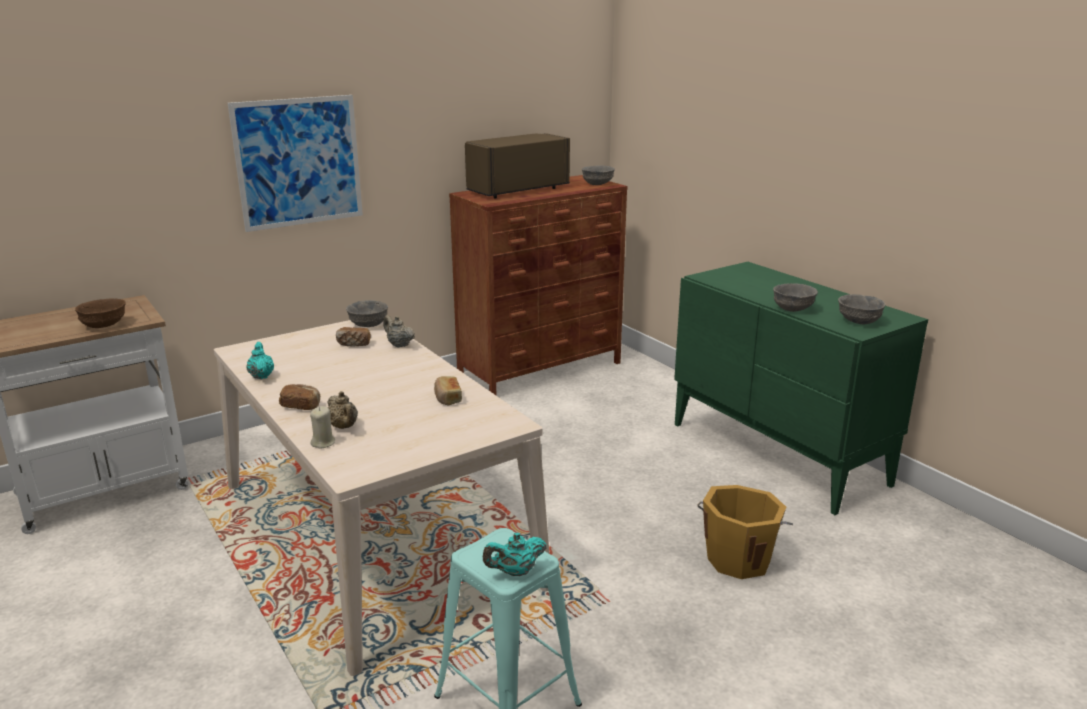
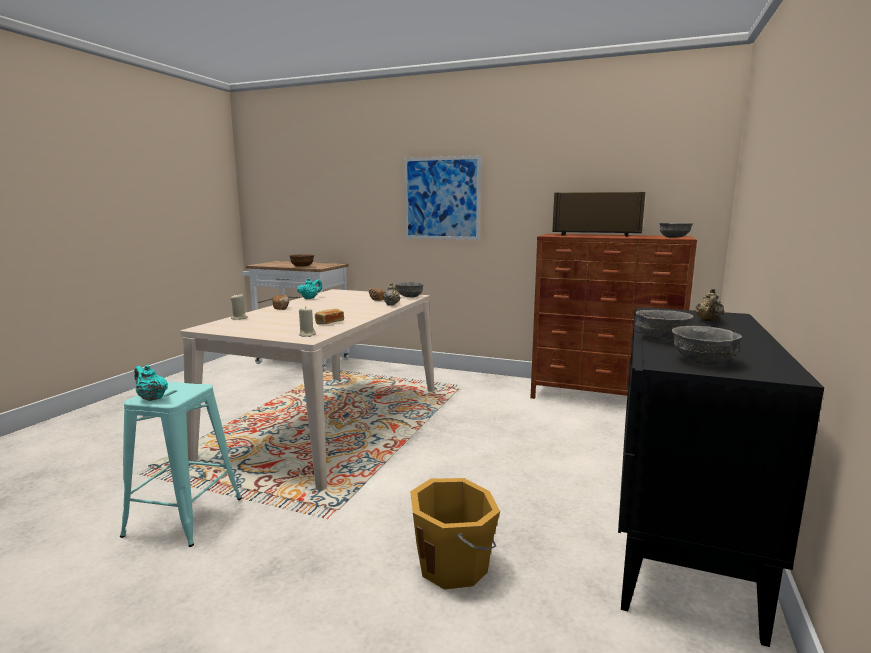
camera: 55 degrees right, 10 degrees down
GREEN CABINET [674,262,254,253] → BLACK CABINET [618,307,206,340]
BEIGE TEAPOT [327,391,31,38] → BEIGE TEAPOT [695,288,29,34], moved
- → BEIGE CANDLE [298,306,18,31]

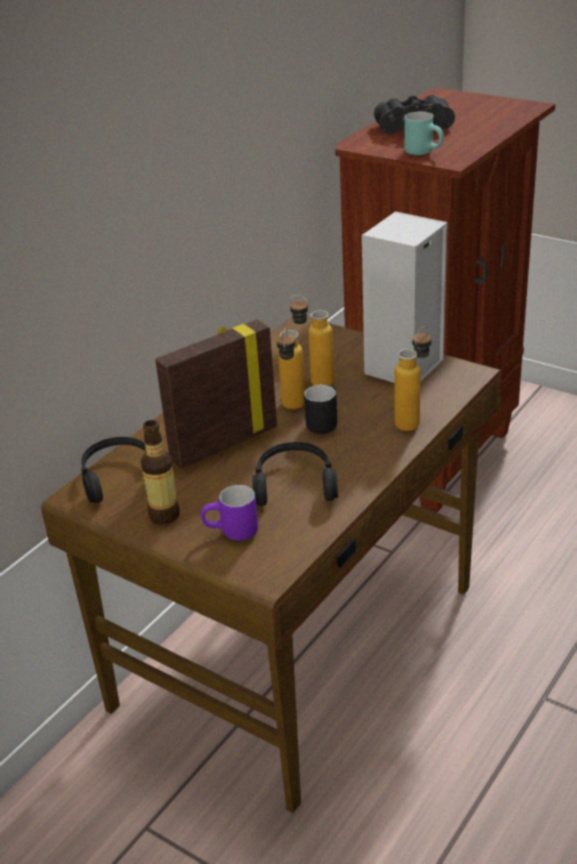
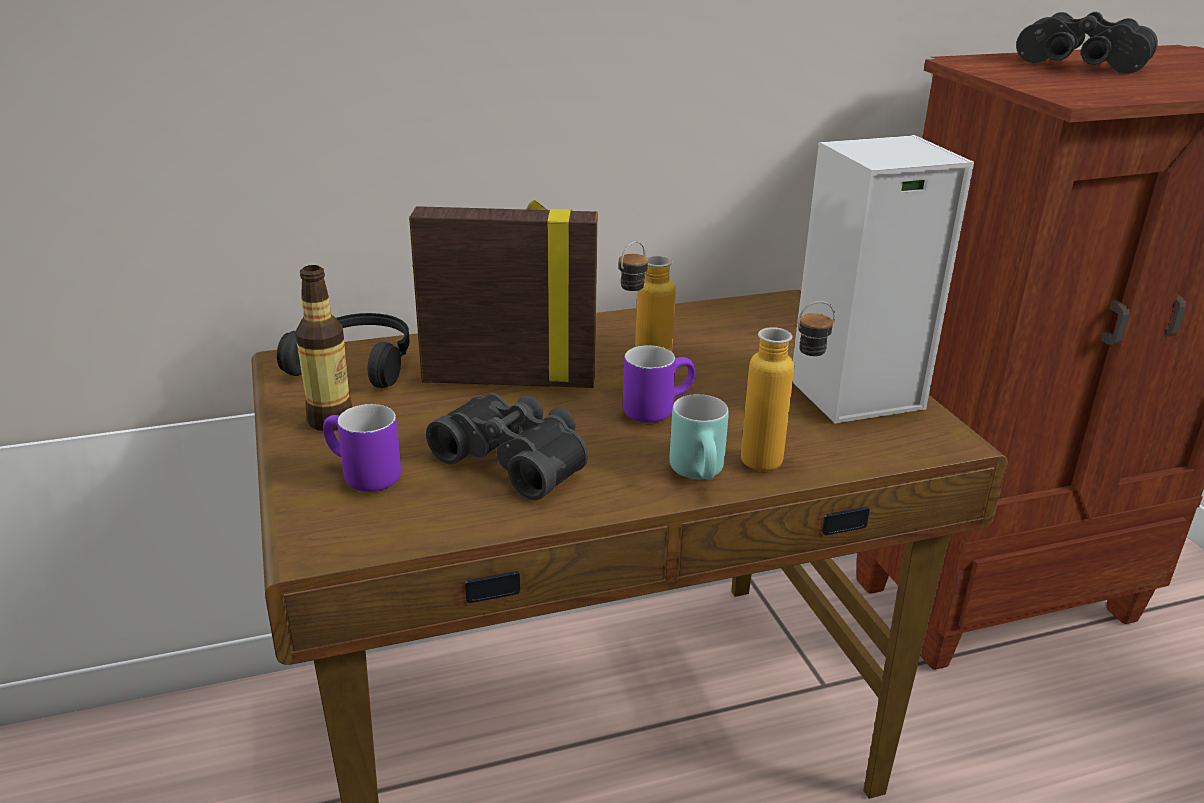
camera: 35 degrees right, 5 degrees down
TURQUOISE MUG [404,112,40,43] → TURQUOISE MUG [670,394,59,85], moved
BOTTLE [290,295,44,91] → -
BLACK MUG [304,385,33,49] → PURPLE MUG [623,345,72,78]
BLACK HEADPHONES [252,442,86,64] → BLACK BINOCULARS [426,393,162,107]

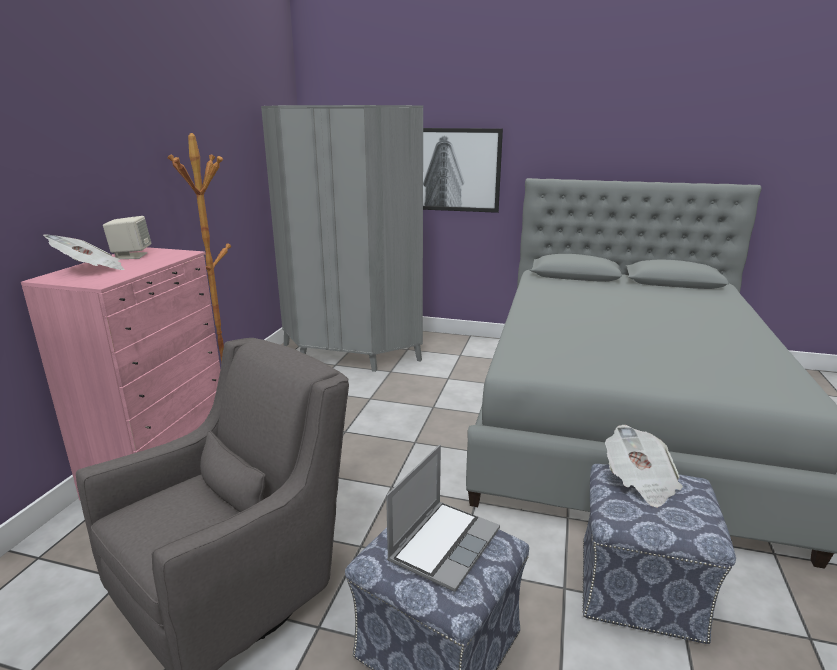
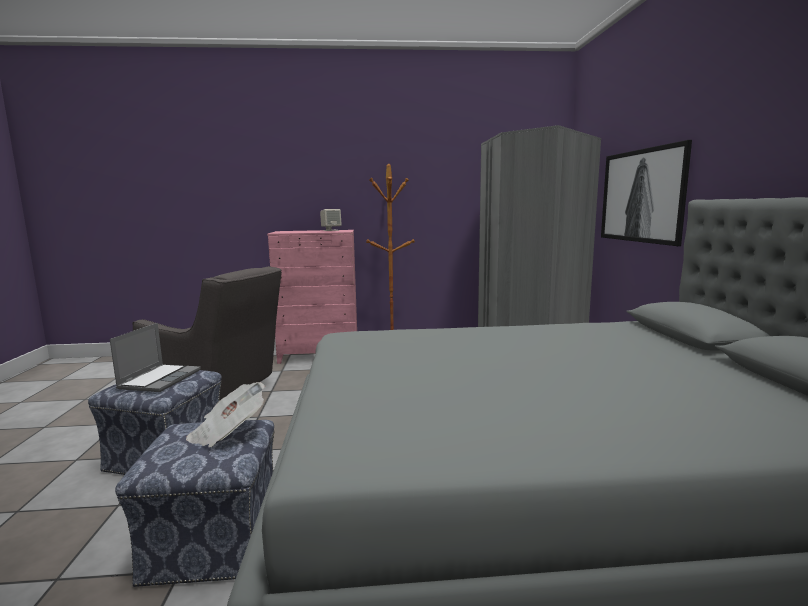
camera: 70 degrees right, 10 degrees down
NEWSPAPER [43,234,82,36] → -
LAPTOP [386,445,114,147] → LAPTOP [110,323,91,69], 90 degrees counterclockwise

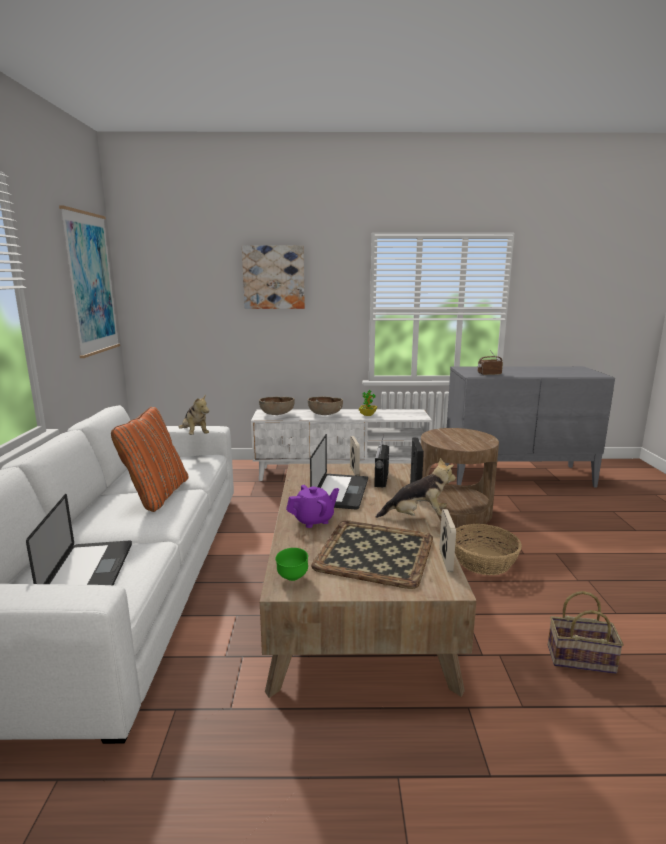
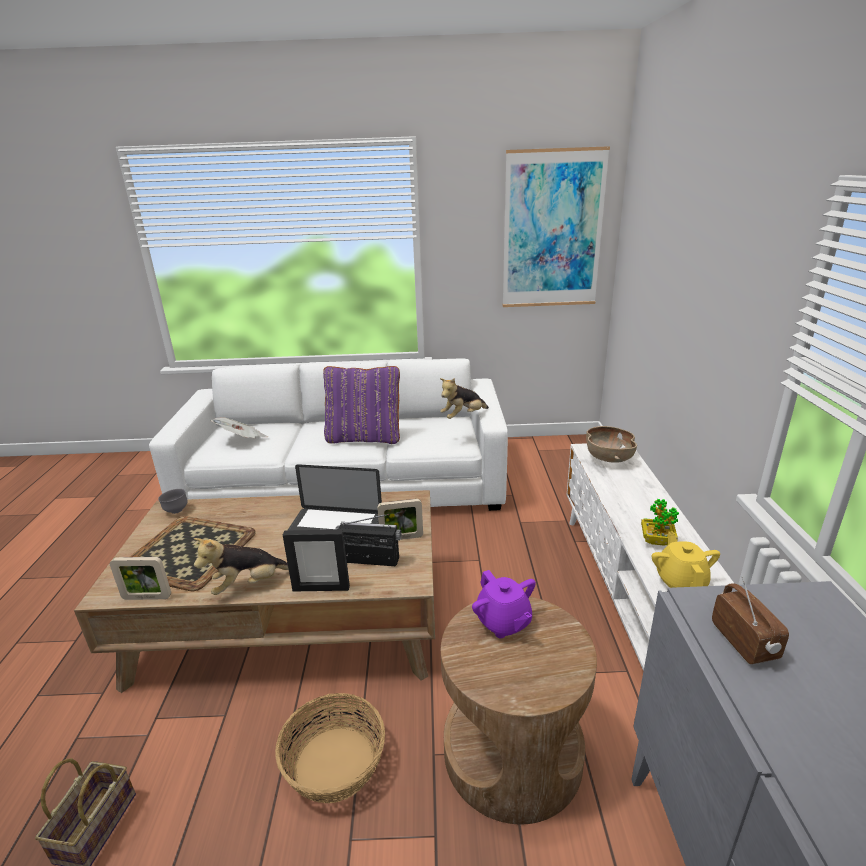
camera: 90 degrees right, 10 degrees up
PICTURE [242,245,63,64] → -
BROWN BOWL [308,397,35,18] → -
ORANGE PILLOW [111,407,78,105] → PURPLE PILLOW [323,366,77,78]
PLUSH TOY [376,458,80,60] → PLUSH TOY [194,538,95,57], 60 degrees clockwise
PURPLE TEAPOT [286,485,53,43] → PURPLE TEAPOT [472,570,64,68], moved
LAPTOP [26,494,106,91] → NEWSPAPER [210,417,59,21]
GREEN BOWL [276,548,32,33] → GREY BOWL [158,489,30,25]
- → YELLOW TEAPOT [652,531,68,57]

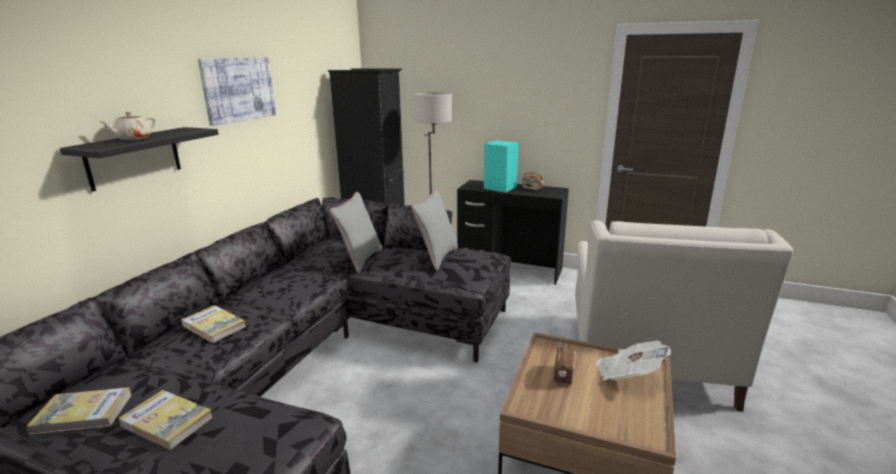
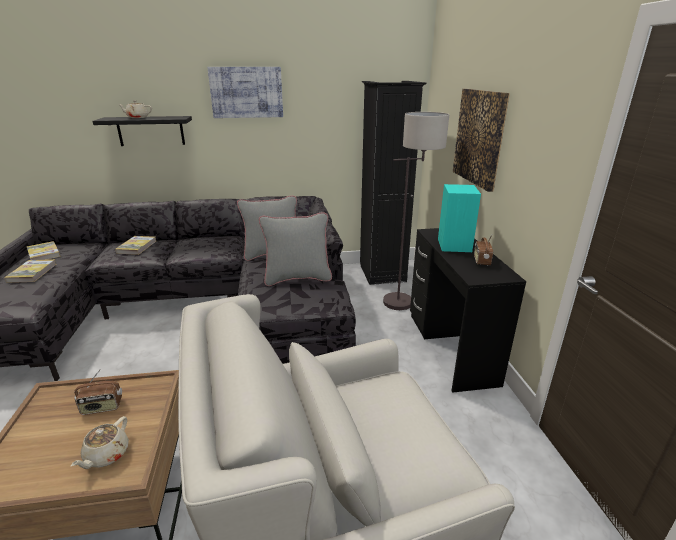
camera: 60 degrees right, 5 degrees up
NEWSPAPER [596,341,75,39] → BEIGE TEAPOT [71,416,58,53]
- → PICTURE [453,89,57,103]

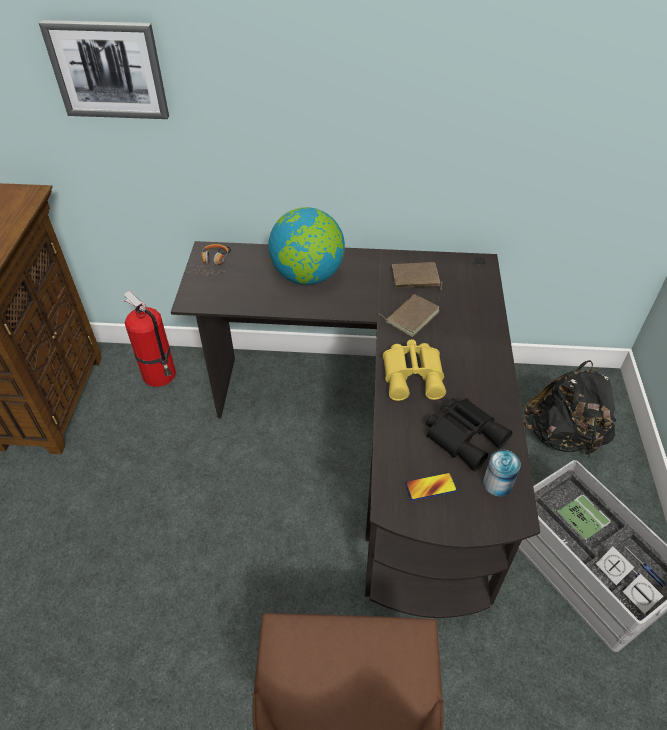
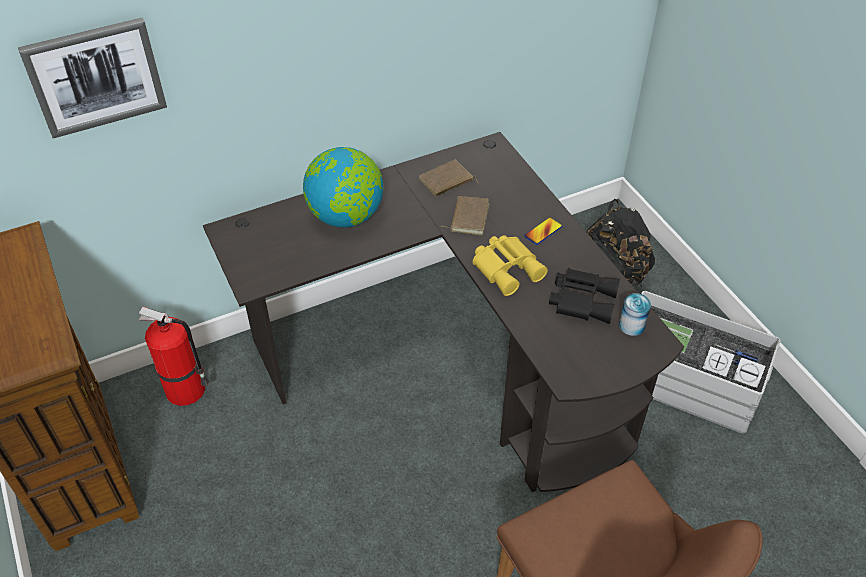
camera: 30 degrees left, 0 degrees up
HEADPHONES [185,244,44,31] → -
PHONE [405,473,52,28] → PHONE [524,217,39,28], moved

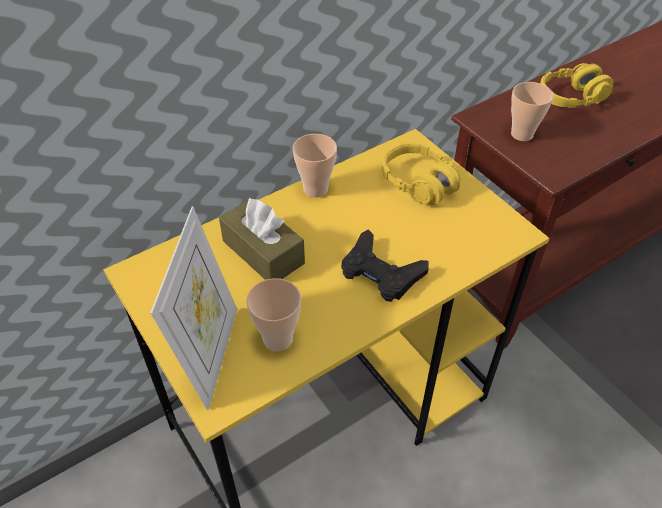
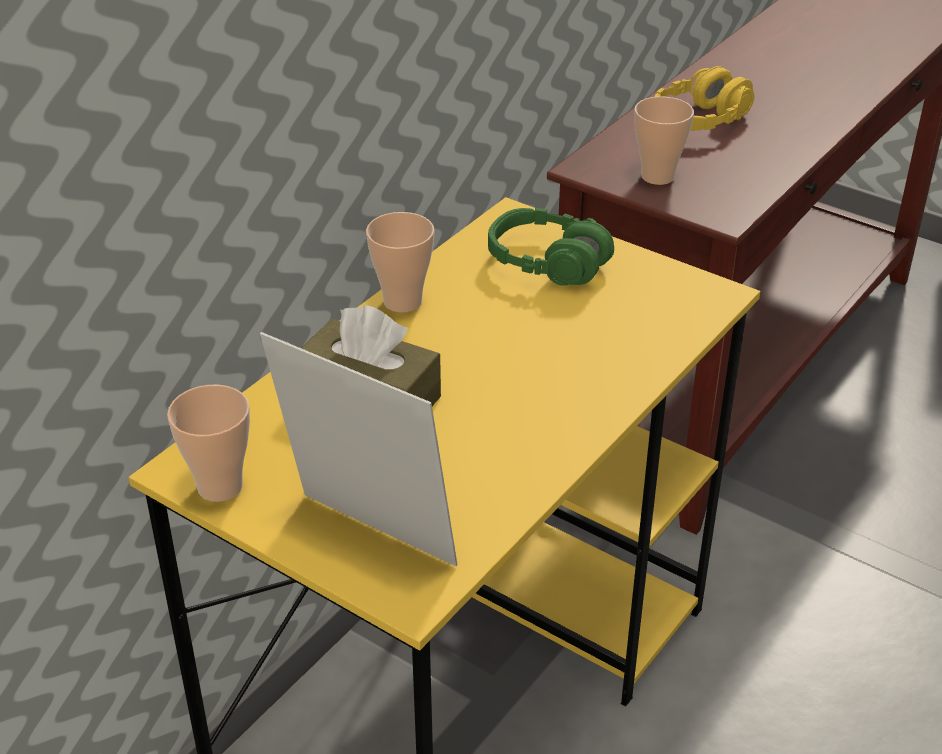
camera: 20 degrees left, 10 degrees down
YELLOW HEADPHONES [382,142,78,63] → GREEN HEADPHONES [488,208,126,77]
PICTURE FRAME [150,207,87,203] → PICTURE FRAME [260,332,198,234], 45 degrees counterclockwise
BLACK GAME CONTROLLER [341,229,88,73] → -
CUP [246,278,55,73] → CUP [167,385,83,117], moved

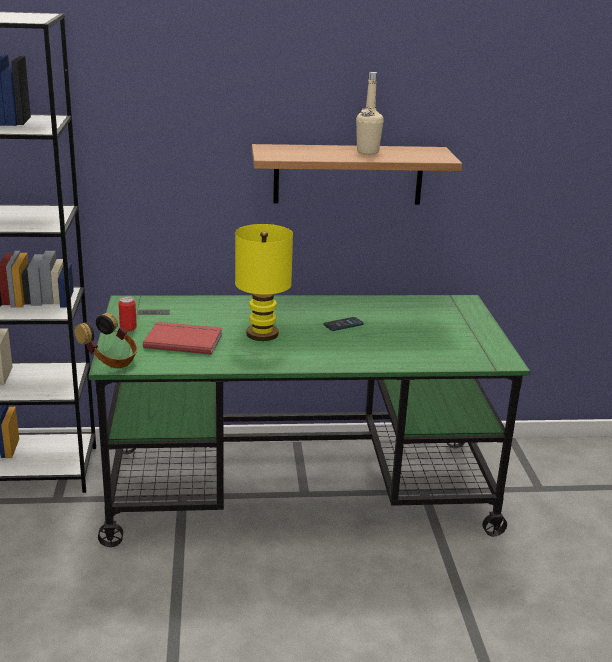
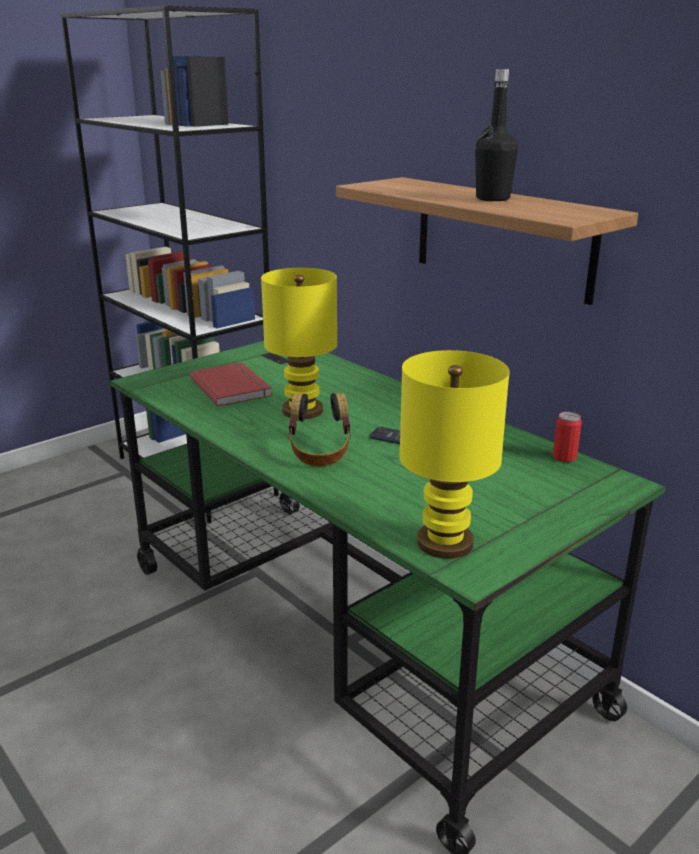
camera: 55 degrees right, 0 degrees up
BEIGE BOTTLE [356,72,28,82] → BLACK BOTTLE [475,69,43,132]
CAN [119,297,18,34] → CAN [553,412,29,50], moved
HEADPHONES [75,313,62,55] → HEADPHONES [289,393,62,74], moved
- → YELLOW TABLE LAMP [399,350,111,209]

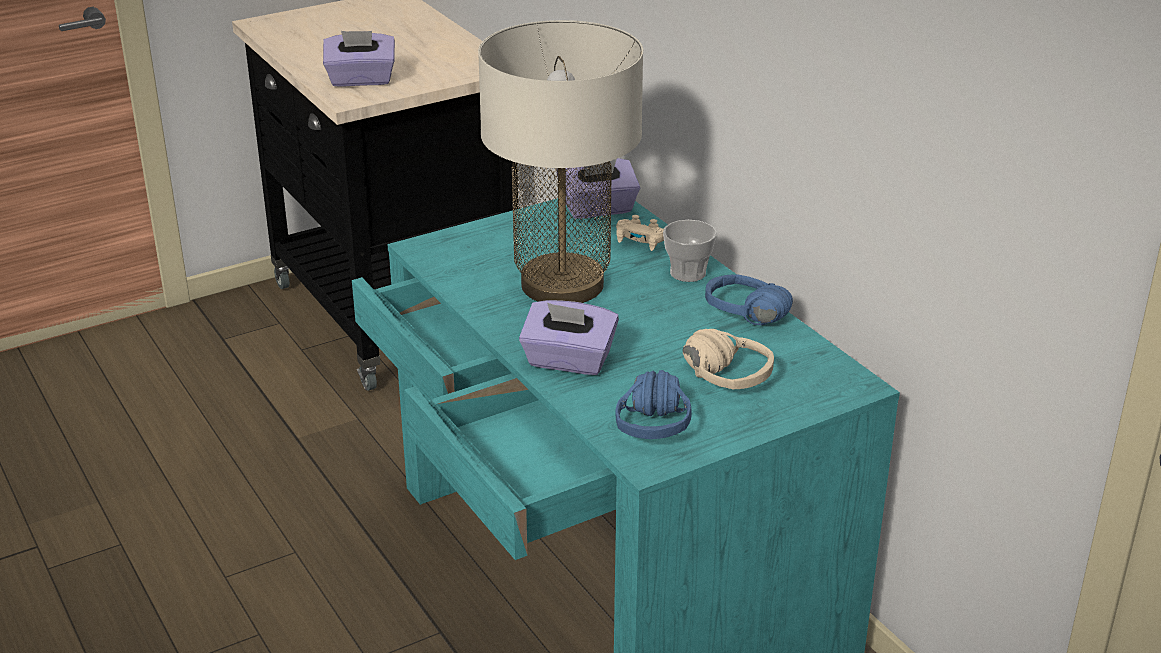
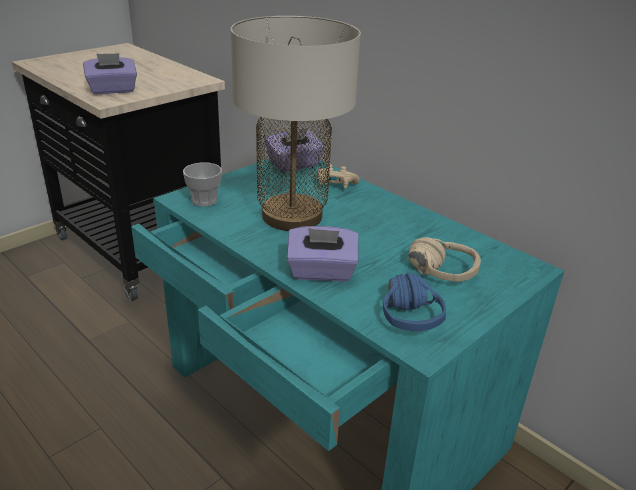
camera: 15 degrees left, 0 degrees up
CUP [663,220,54,62] → CUP [183,162,39,45], moved
BLUE HEADPHONES [705,274,88,51] → -

